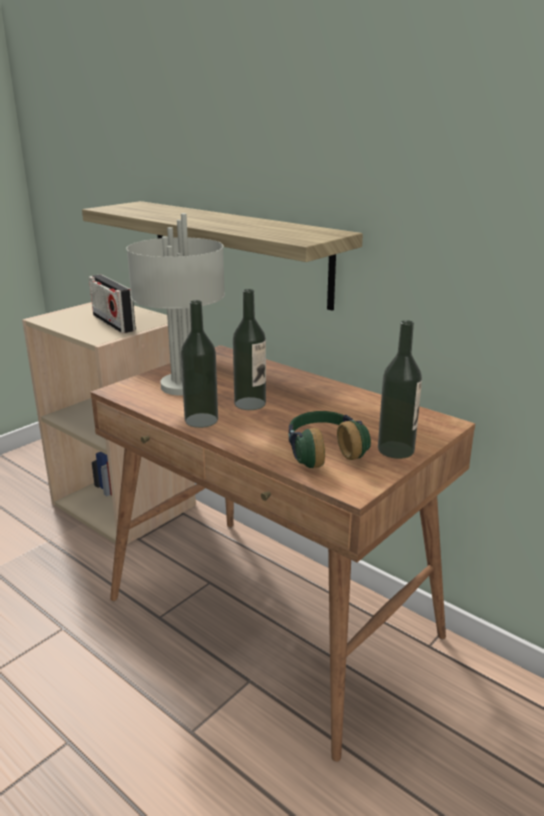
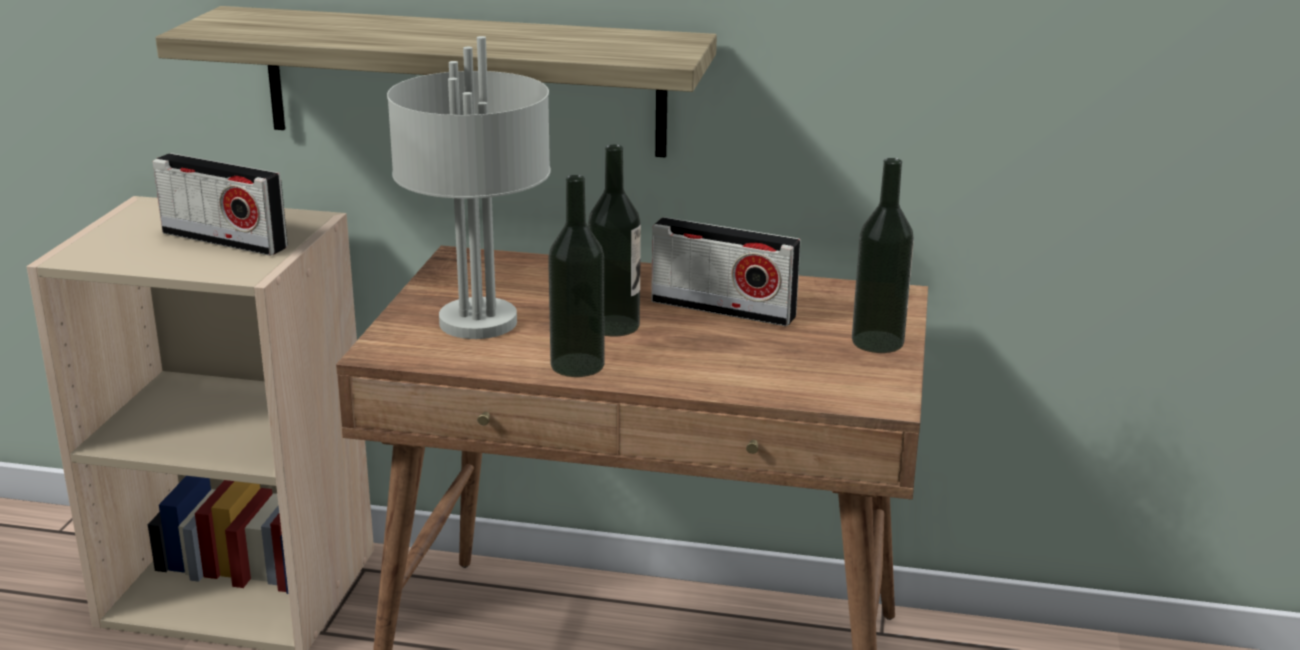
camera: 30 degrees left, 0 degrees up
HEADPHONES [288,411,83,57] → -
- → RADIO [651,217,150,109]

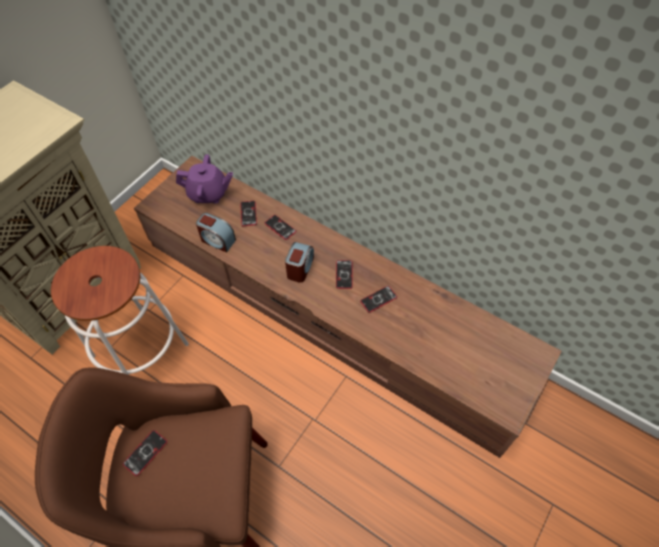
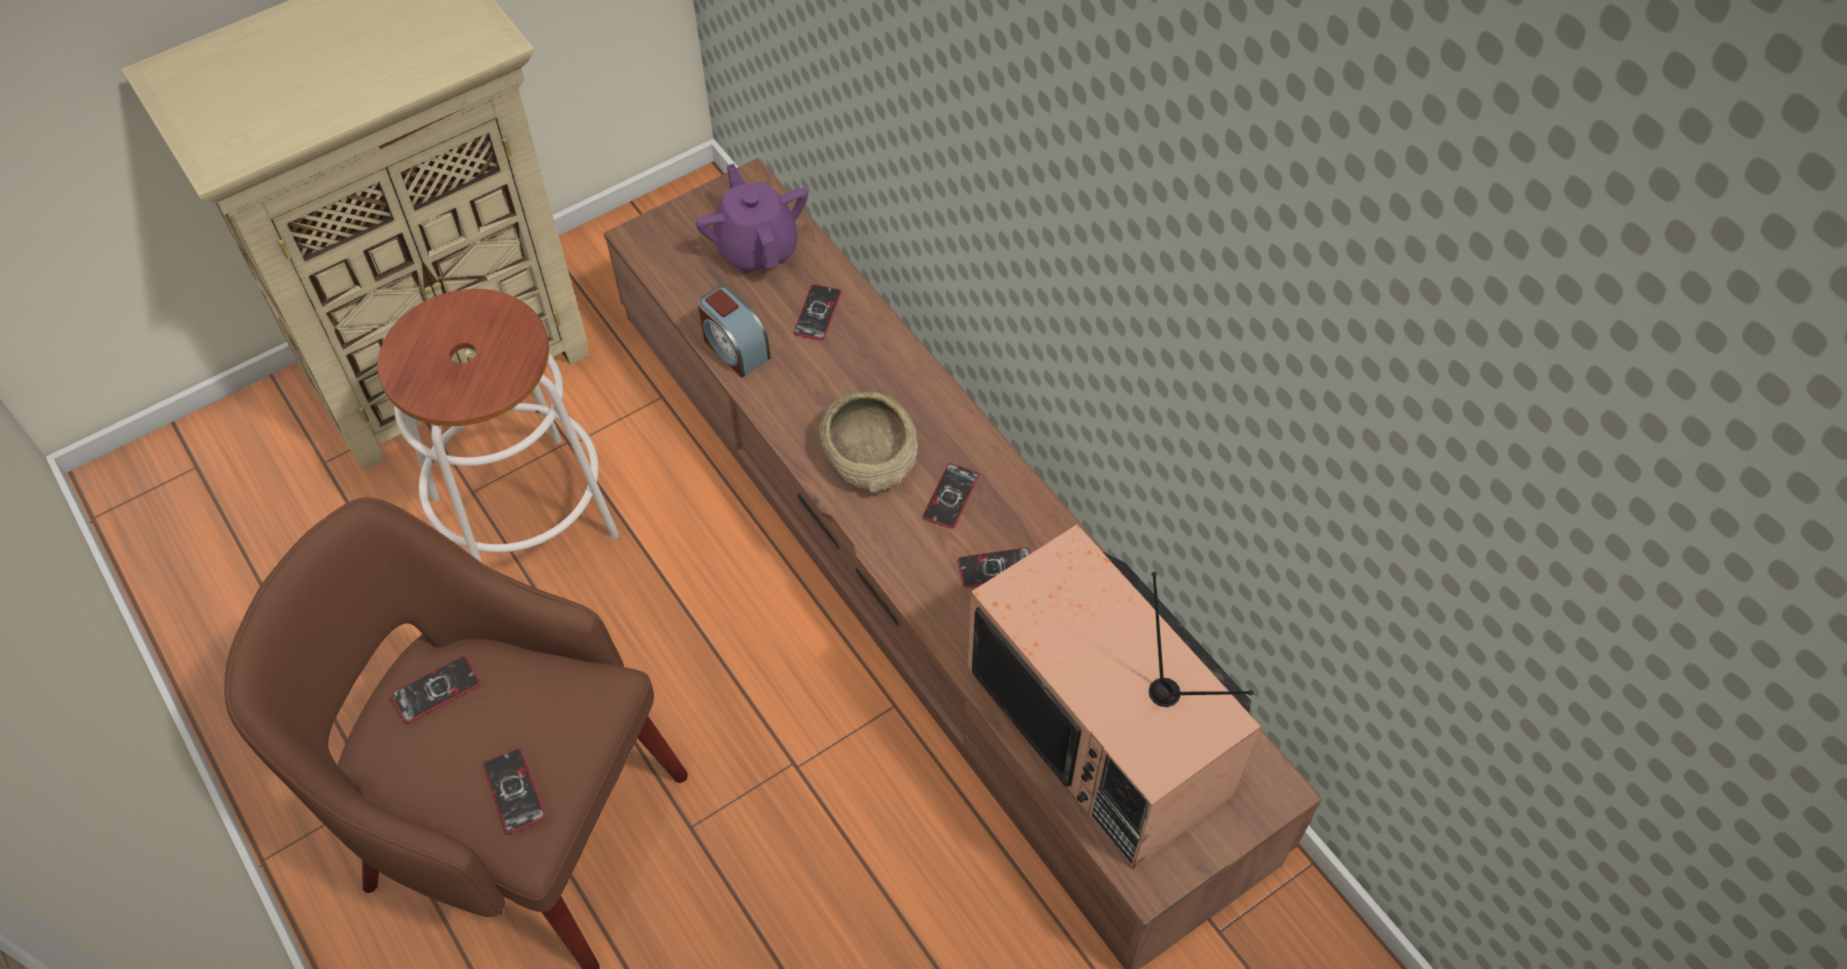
camera: 20 degrees right, 0 degrees up
PURPLE TEAPOT [176,154,57,50] → PURPLE TEAPOT [696,163,112,110], 135 degrees counterclockwise
PHONE [265,215,31,25] → PHONE [482,748,64,86], moved
ALARM CLOCK [285,242,29,41] → BEIGE BOWL [819,392,99,101]
- → TELEVISION [968,524,293,344]

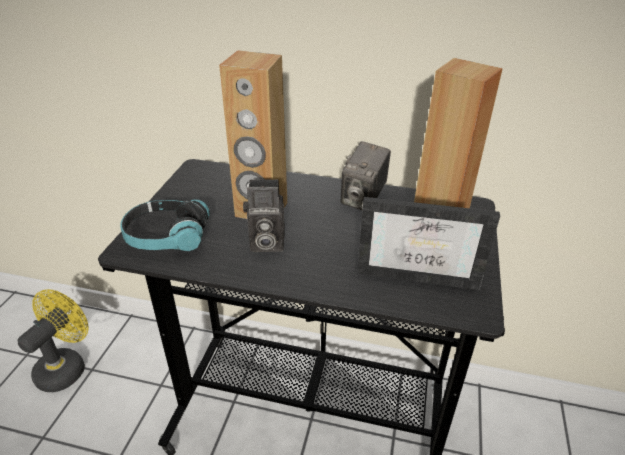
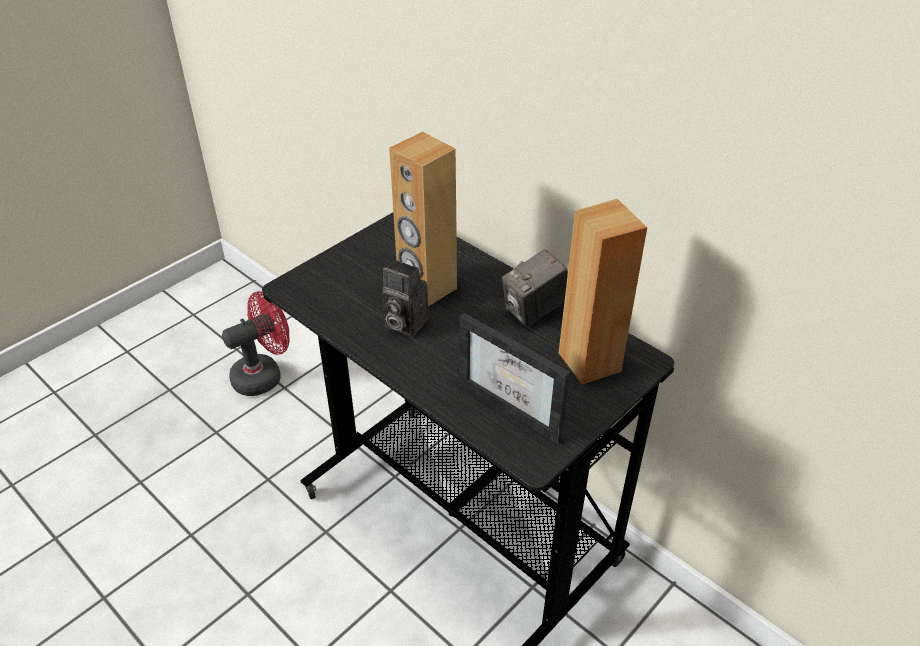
camera: 30 degrees right, 5 degrees up
HEADPHONES [120,199,90,52] → -
YELLOW FAN [18,289,71,103] → RED FAN [222,291,67,105]

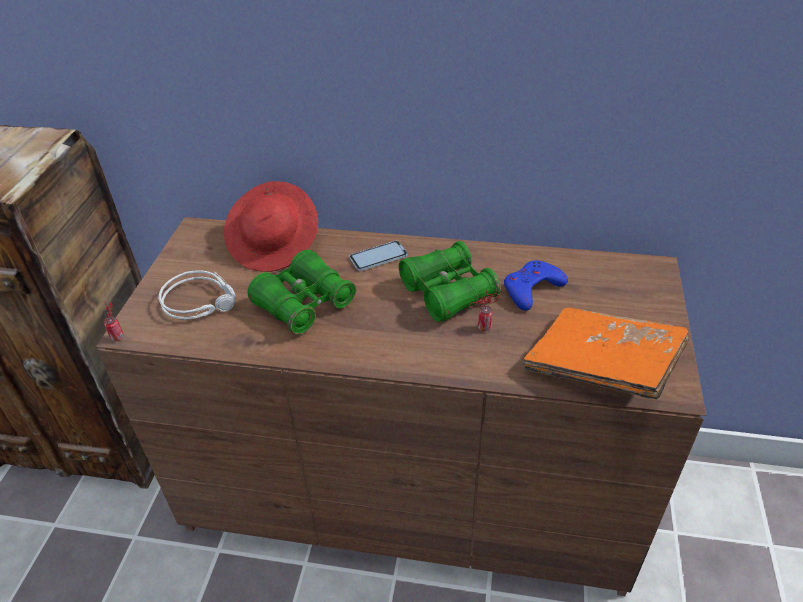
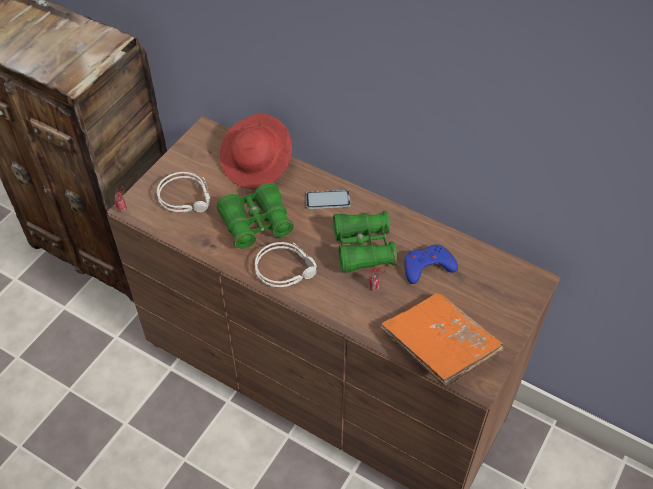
camera: 20 degrees right, 10 degrees up
- → GREY HEADPHONES [255,242,62,45]

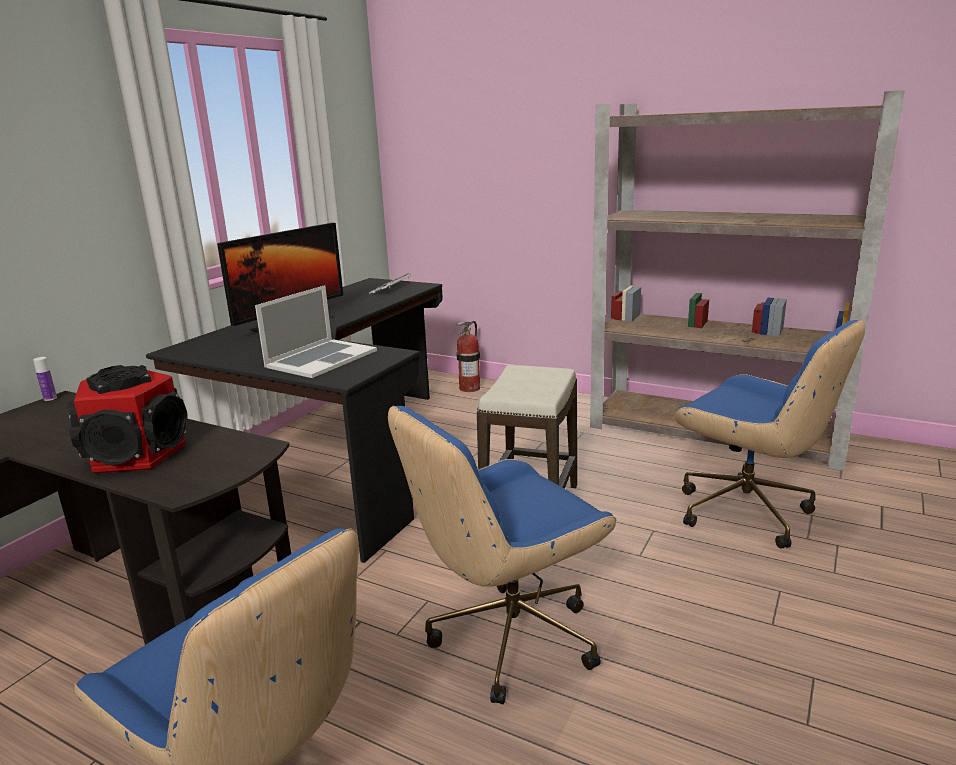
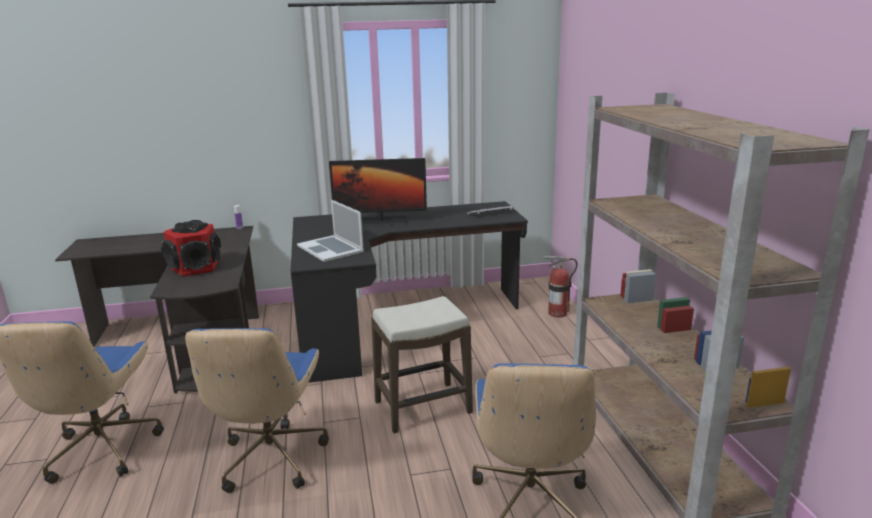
camera: 50 degrees right, 0 degrees up
LAPTOP [255,285,122,93] → LAPTOP [297,199,67,63], 60 degrees clockwise
BLUE OFFICE CHAIR [388,406,228,298] → BLUE OFFICE CHAIR [185,328,144,165], 105 degrees counterclockwise

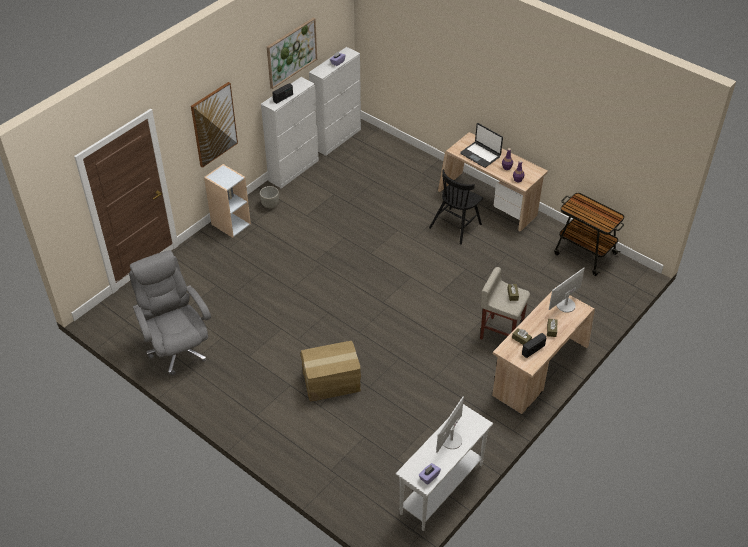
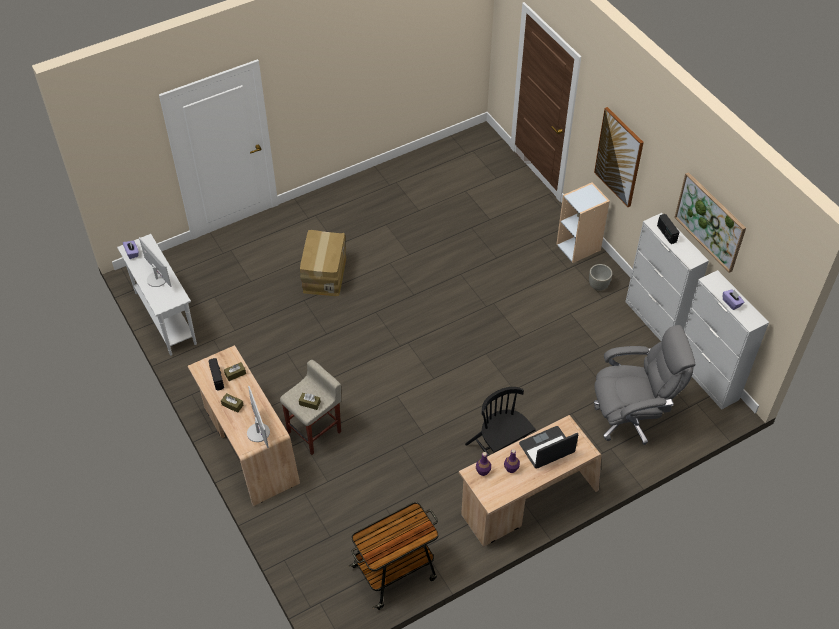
camera: 110 degrees right, 5 degrees up
GREY OFFICE CHAIR [129,250,82,125] → GREY OFFICE CHAIR [594,325,101,120], moved

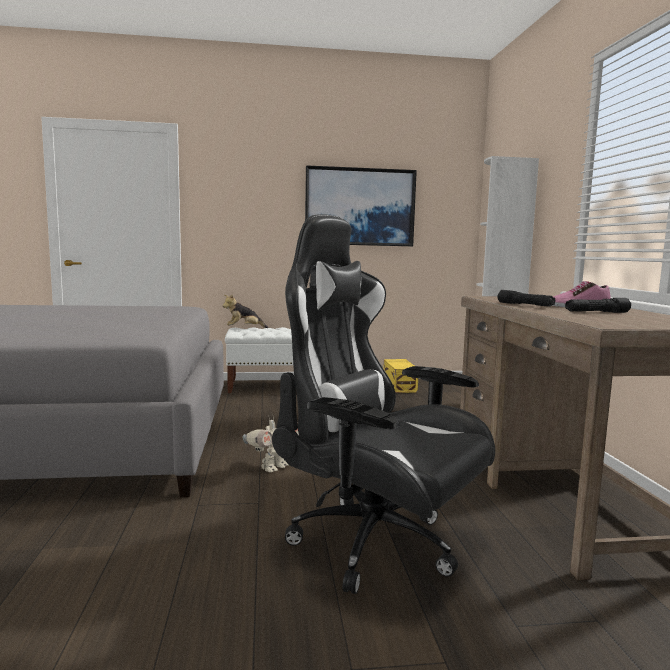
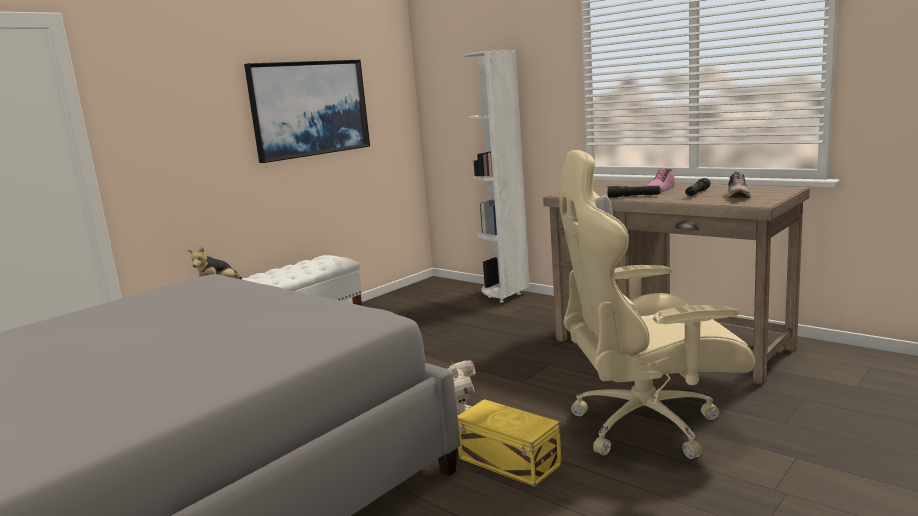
camera: 40 degrees left, 5 degrees up
BLACK OFFICE CHAIR [272,214,223,380] → BEIGE OFFICE CHAIR [559,150,196,309]
YELLOW STORAGE BOX [384,359,34,34] → YELLOW STORAGE BOX [458,399,104,88], moved
- → SHOE [727,171,24,27]

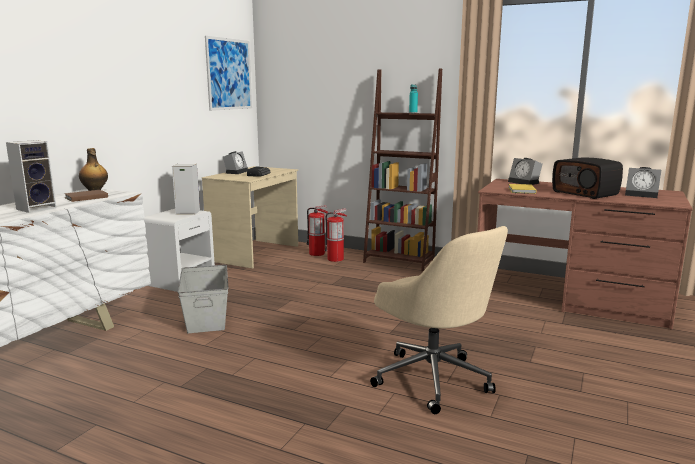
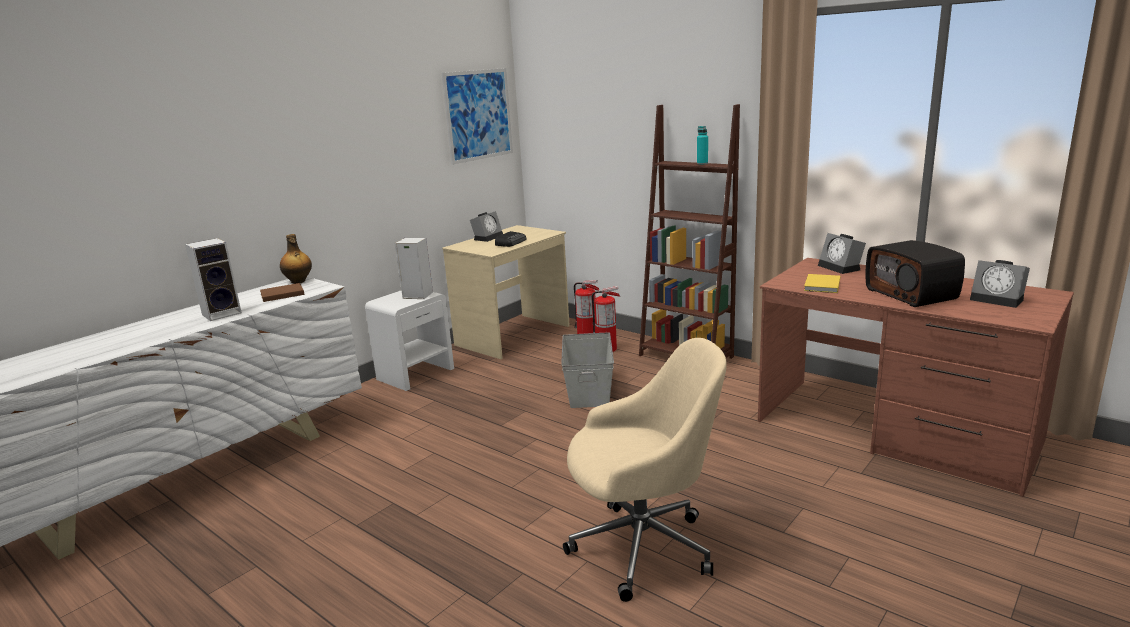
camera: 15 degrees right, 5 degrees up
BEIGE OFFICE CHAIR [370,226,138,188] → BEIGE OFFICE CHAIR [563,338,164,264], 75 degrees counterclockwise
GREY STORAGE BOX [178,265,51,68] → GREY STORAGE BOX [561,332,53,76], moved

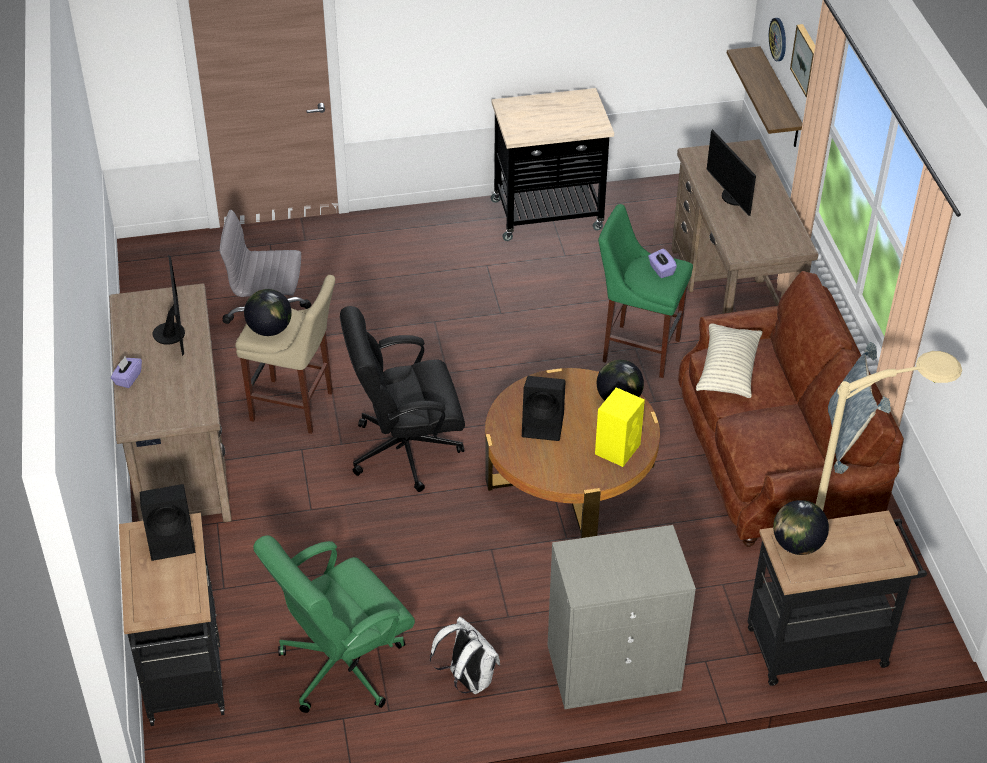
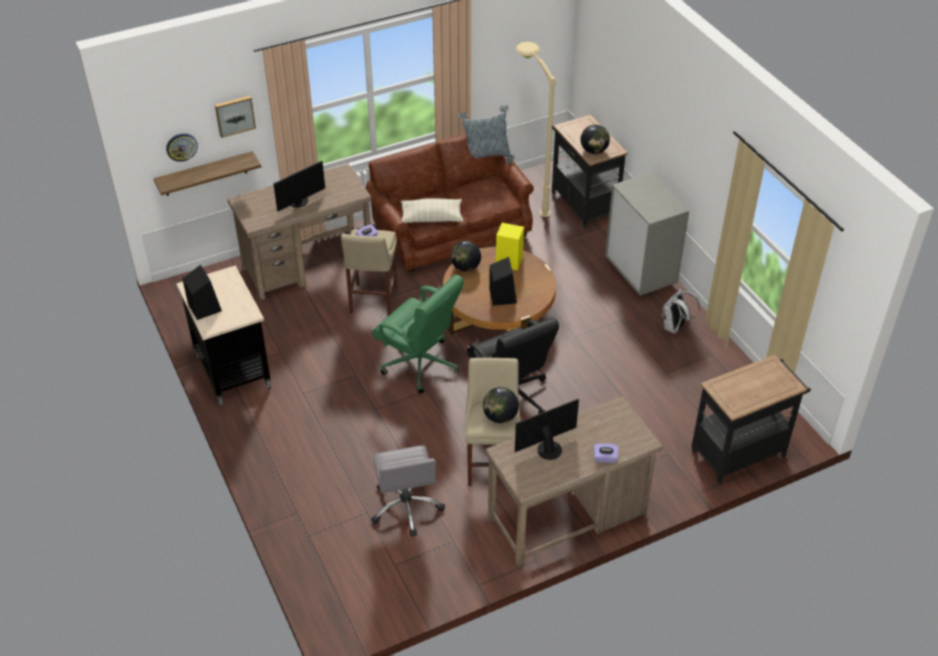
camera: 105 degrees left, 0 degrees up
GREEN STOOL [598,204,95,174] → BEIGE STOOL [341,229,56,87]
BLACK SPEAKER [140,484,55,77] → BLACK SPEAKER [182,265,40,55], moved
GREEN OFFICE CHAIR [253,535,162,178] → GREEN OFFICE CHAIR [372,275,92,119], moved

